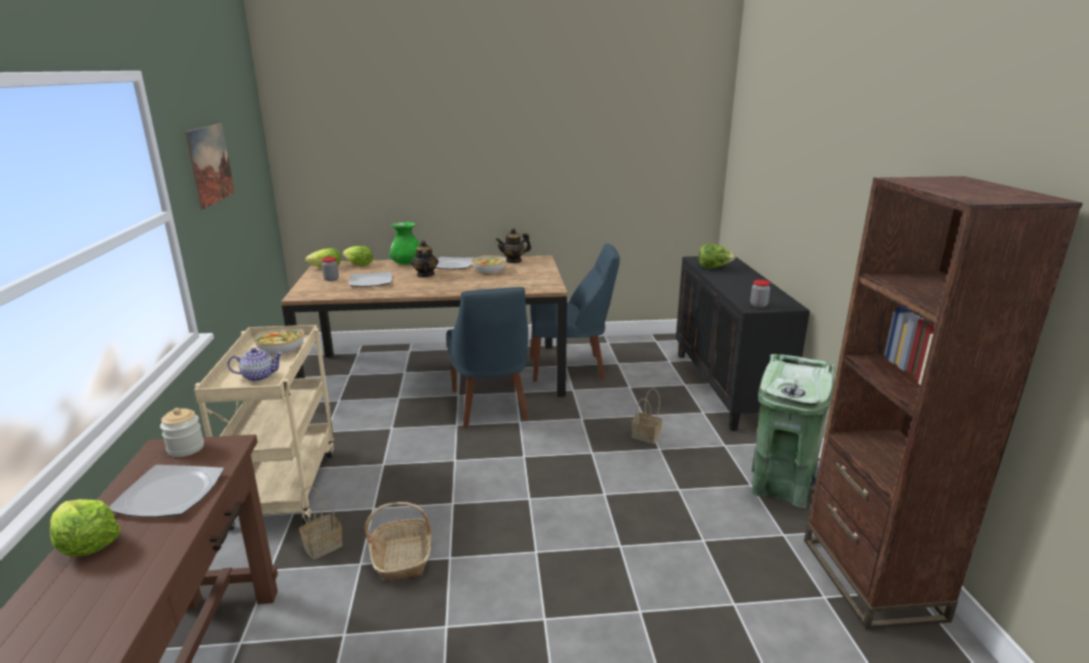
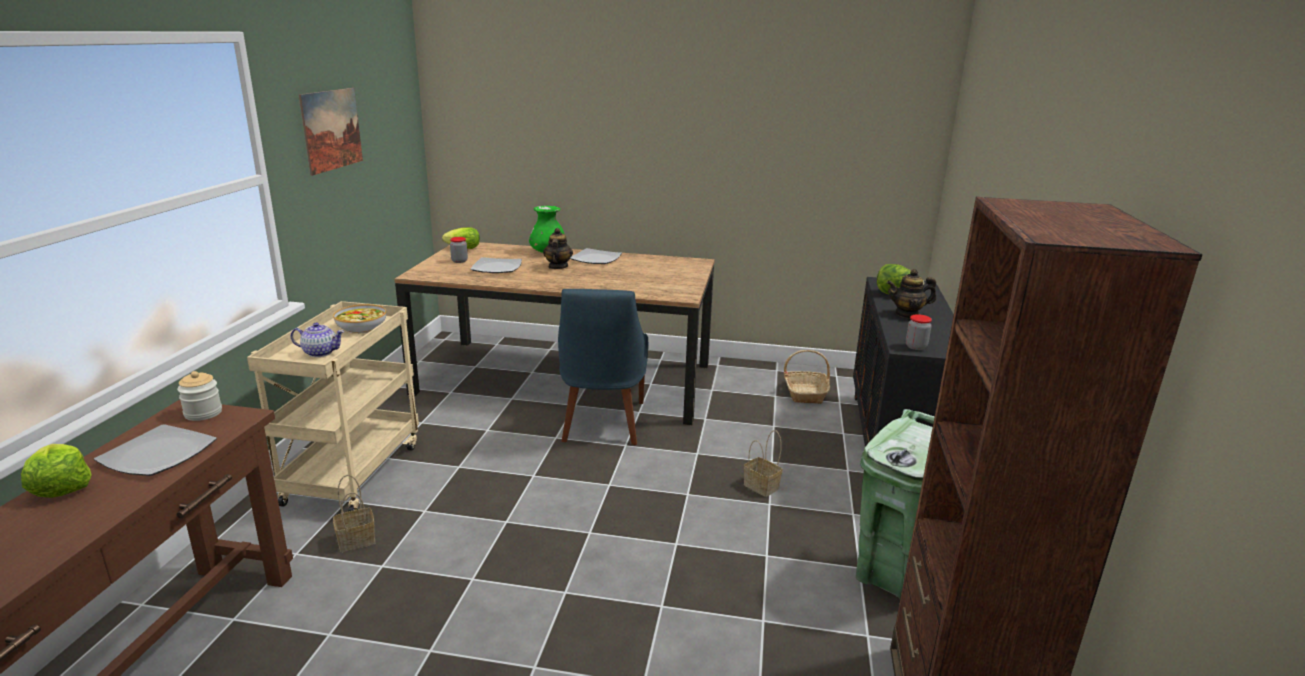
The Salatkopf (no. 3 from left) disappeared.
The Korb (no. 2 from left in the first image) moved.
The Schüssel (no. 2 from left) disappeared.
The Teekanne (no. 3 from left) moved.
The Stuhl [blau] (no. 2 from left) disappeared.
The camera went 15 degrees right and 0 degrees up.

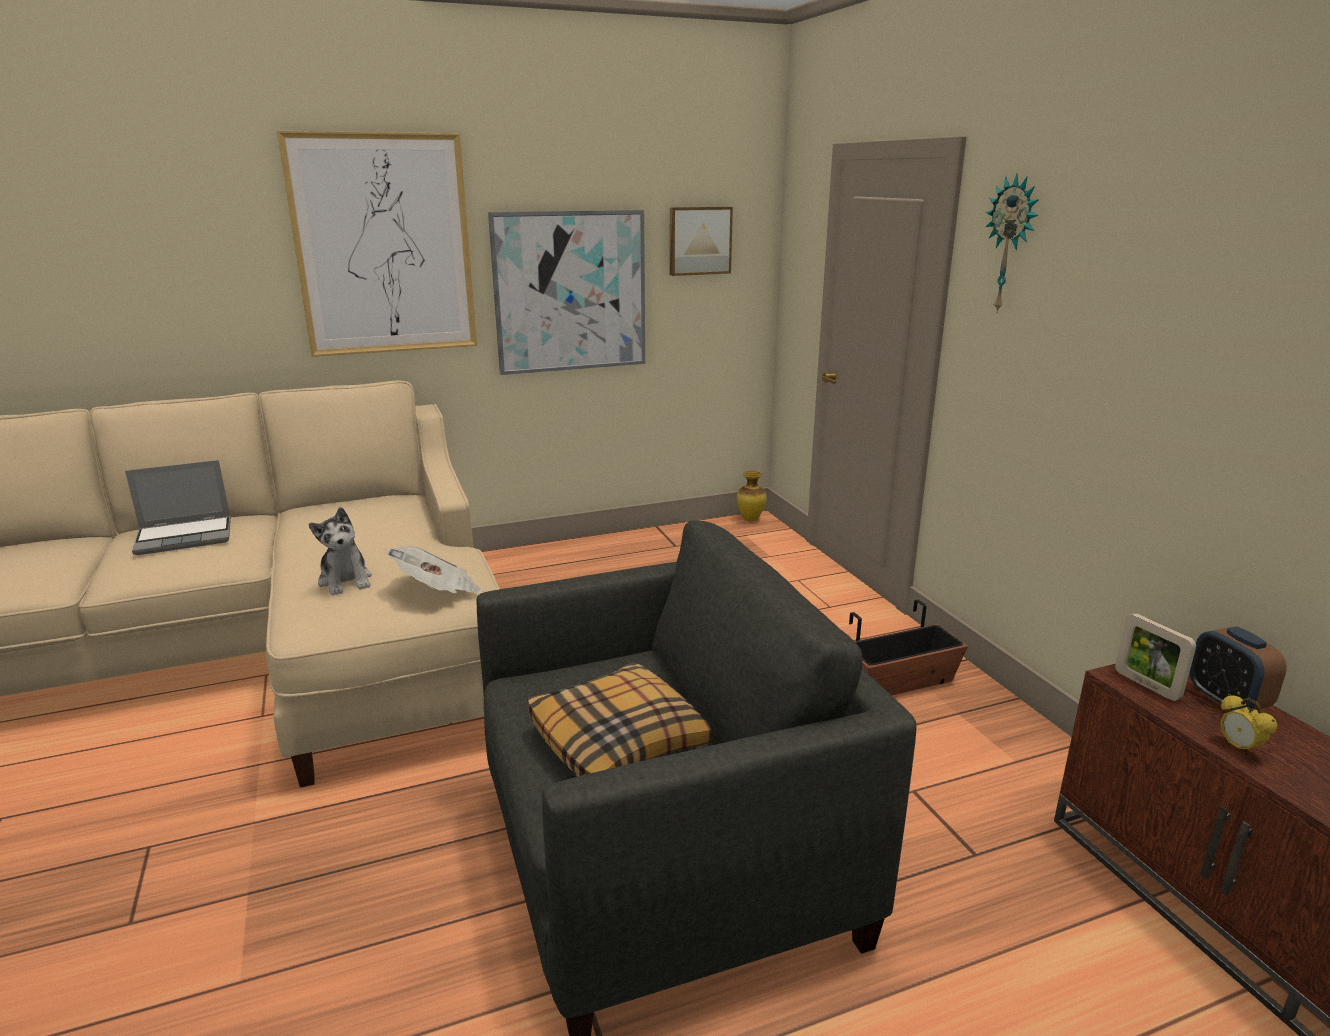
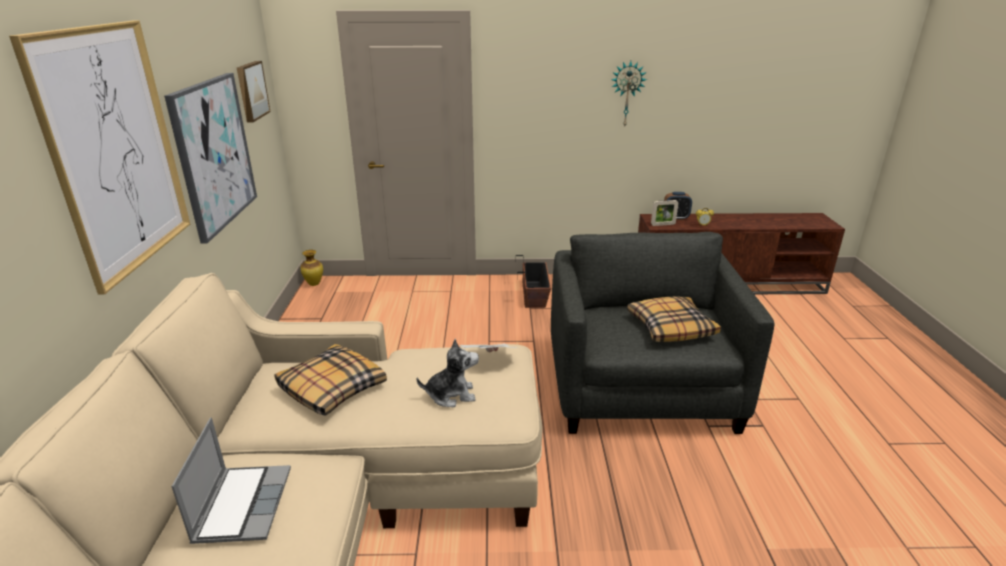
The Wanduhr moved.
The Kissen (no. 1 from left) appeared.
The camera went 70 degrees left and 5 degrees up.

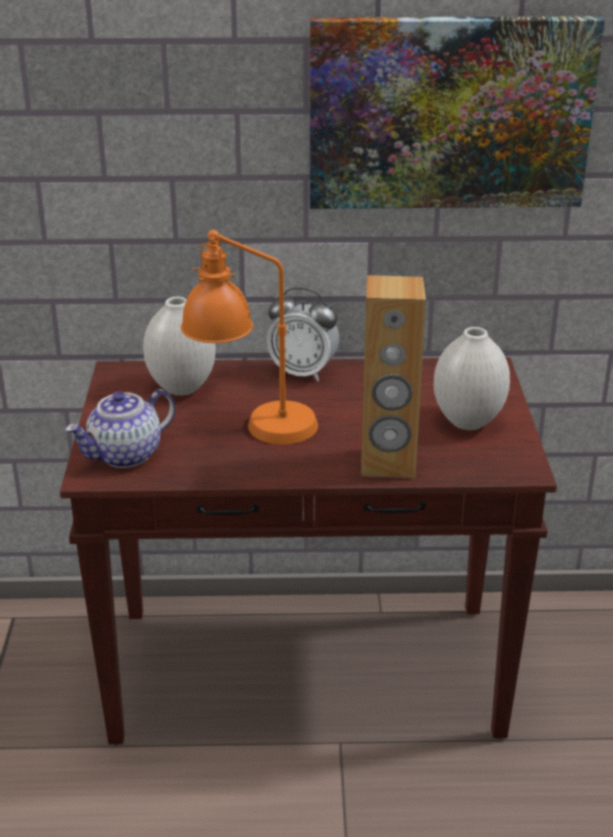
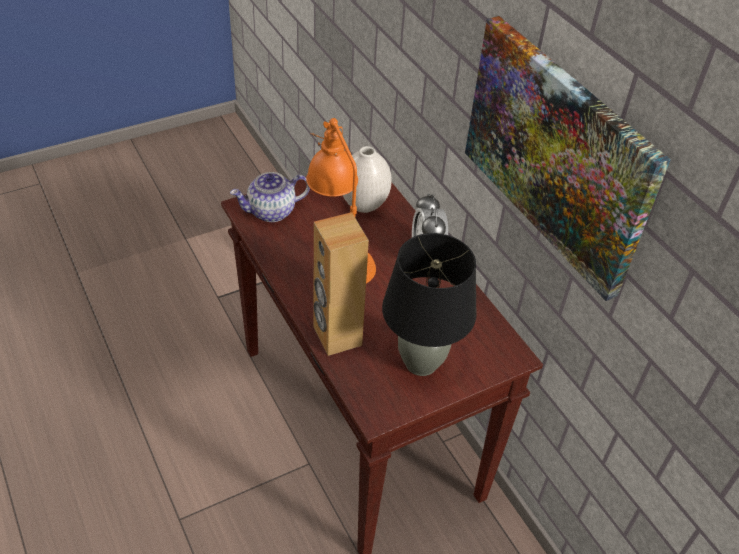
The Teekanne turned 45 degrees counterclockwise.
The Vase [weiß] (no. 2 from left) was replaced by the Tischlampe [schwarz].
The camera went 60 degrees right and 15 degrees up.

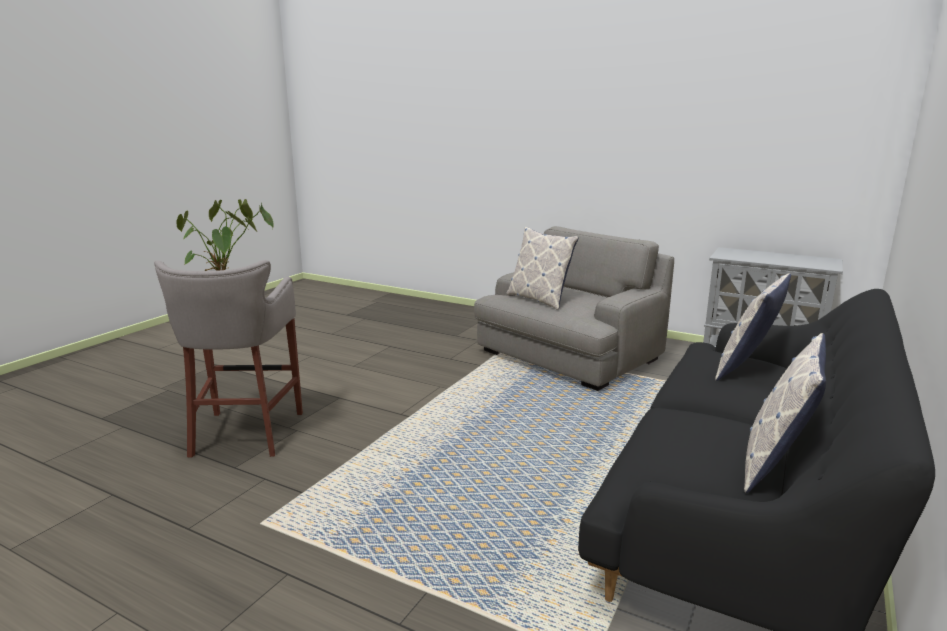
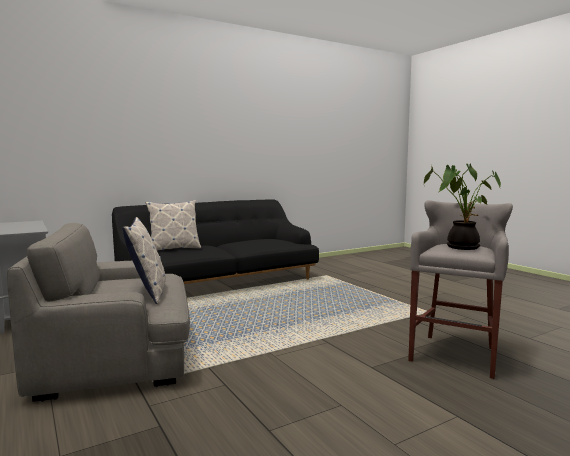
The Kissen (no. 3 from left) disappeared.
The camera went 150 degrees left and 10 degrees down.

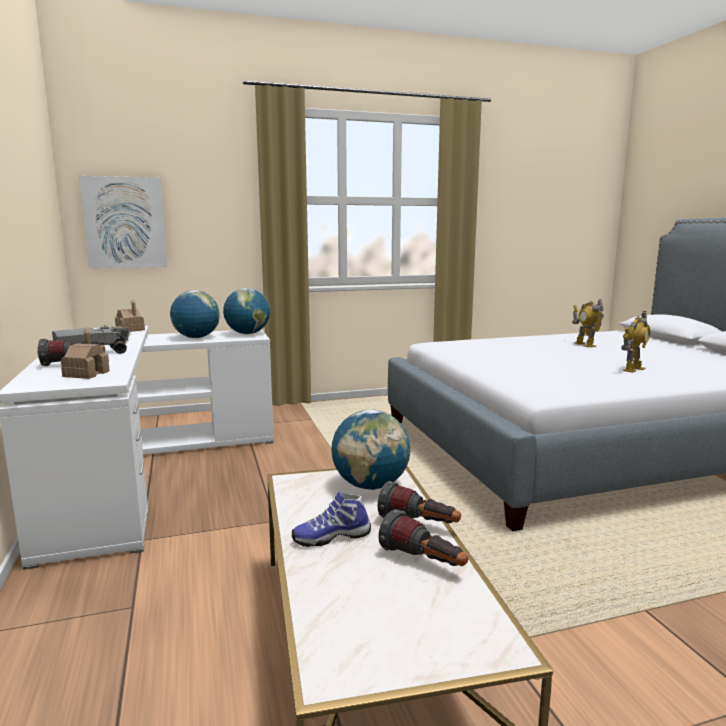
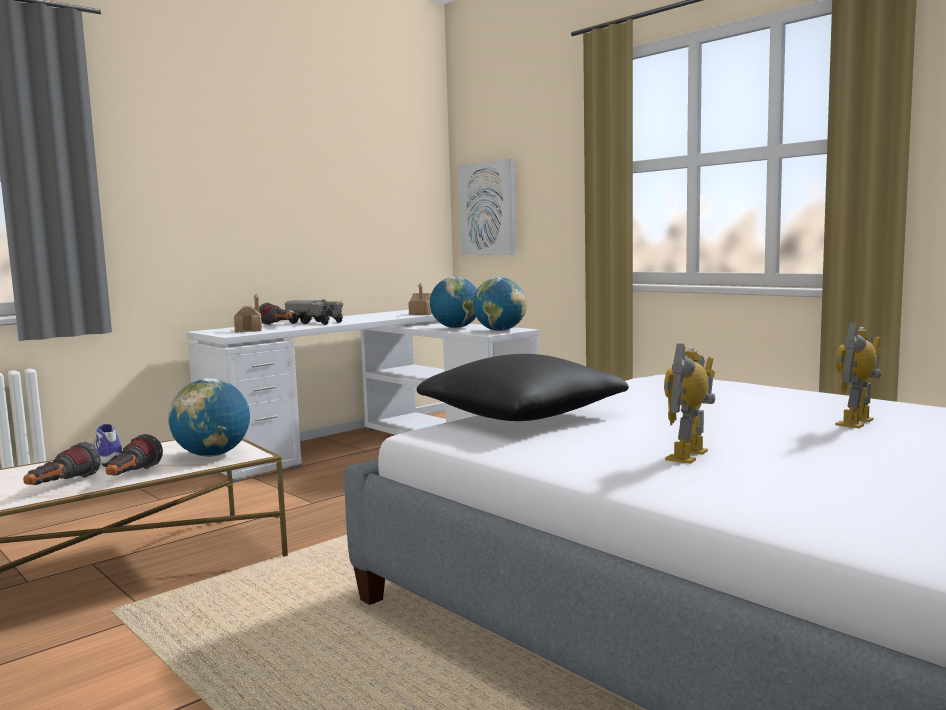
The Spielzeugroboter (no. 2 from left in the first image) turned 105 degrees clockwise.
The Kissen [schwarz] appeared.
The camera went 65 degrees right and 5 degrees down.

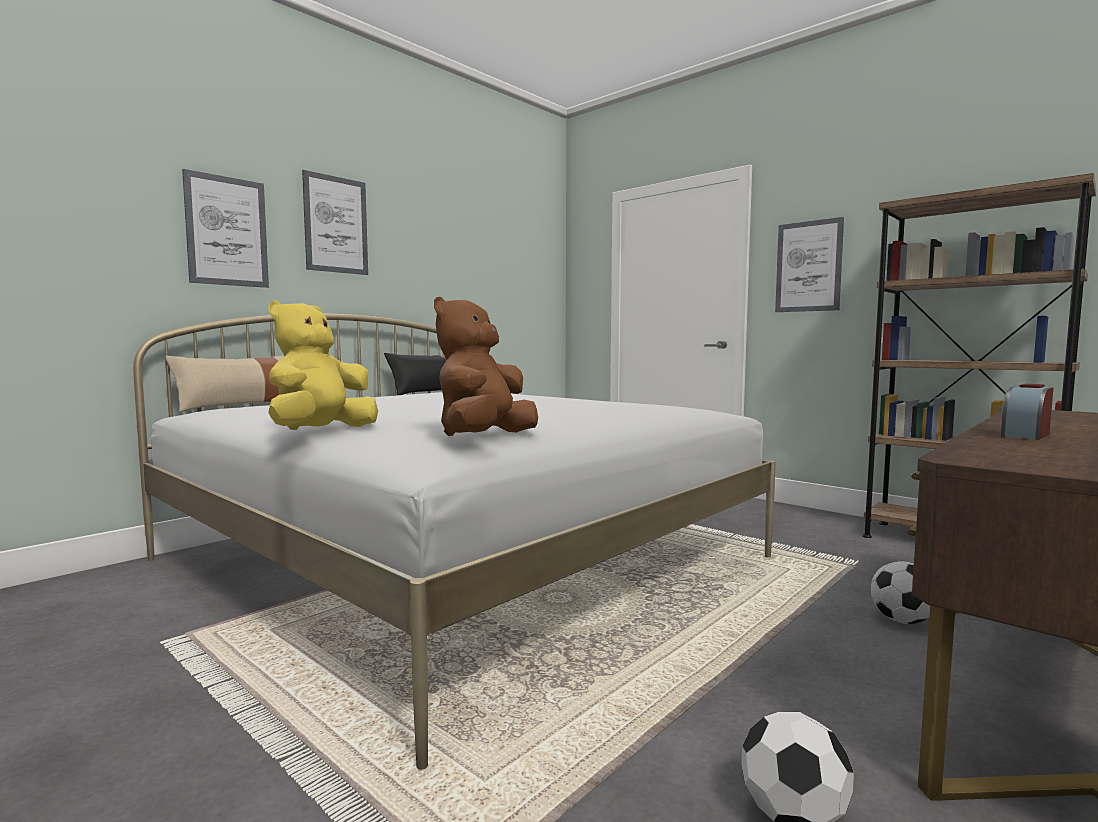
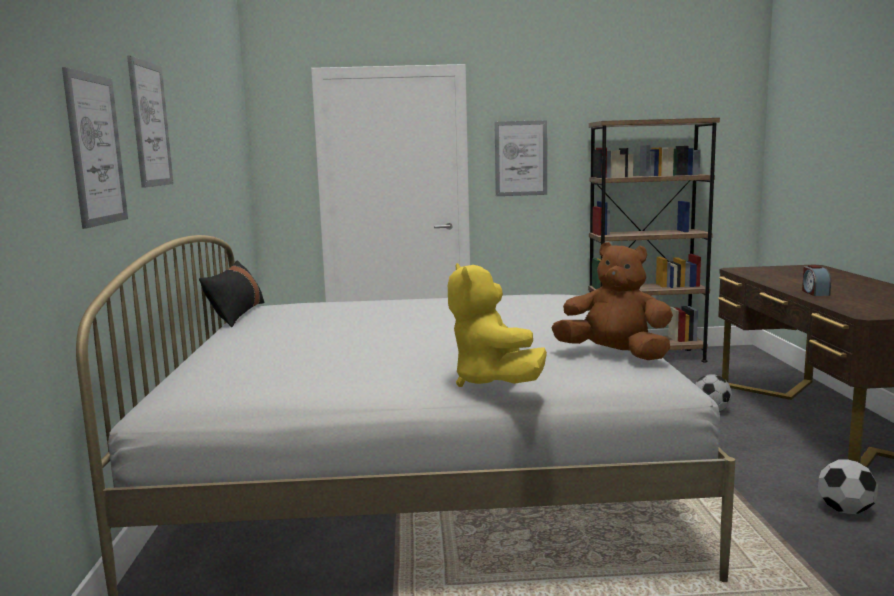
The Kissen [beige] disappeared.
The Plüschtier [braun] turned 135 degrees clockwise.
The camera went 45 degrees left and 5 degrees up.

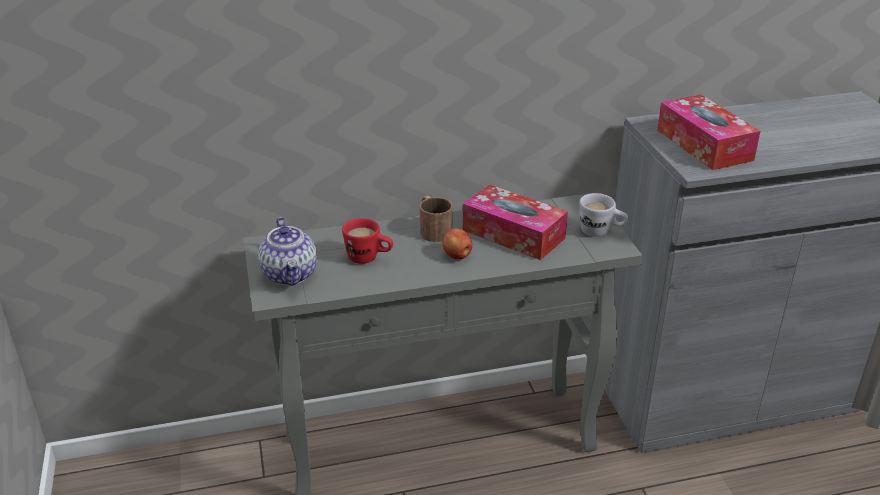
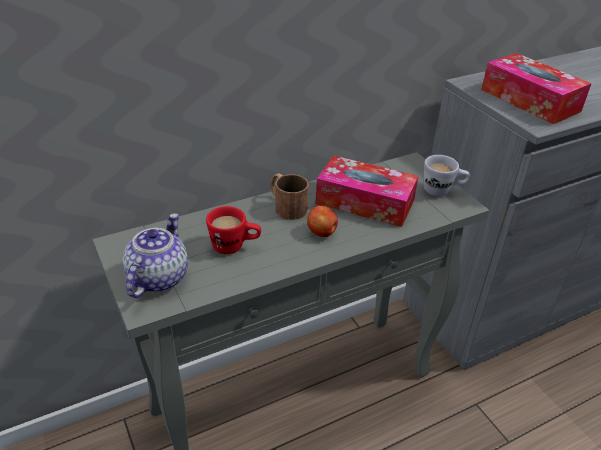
The Teekanne turned 135 degrees counterclockwise.
The camera went 15 degrees left and 5 degrees up.

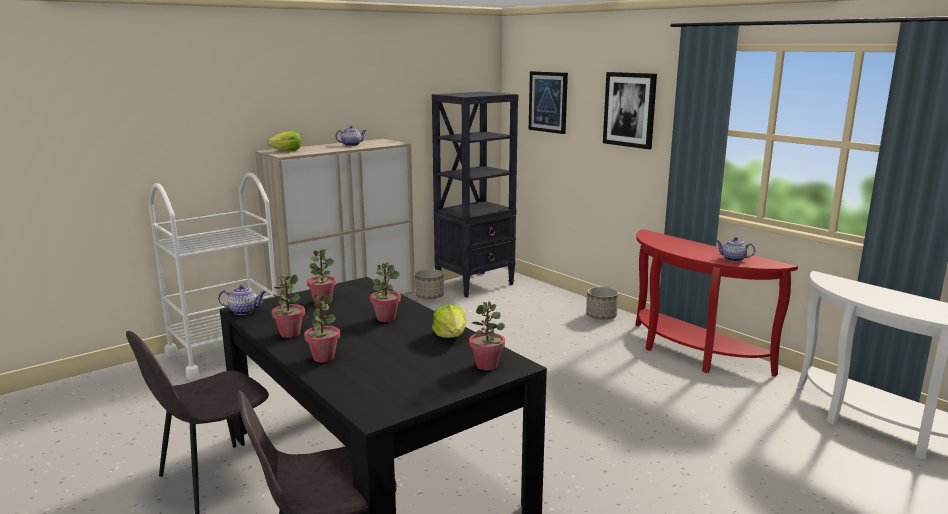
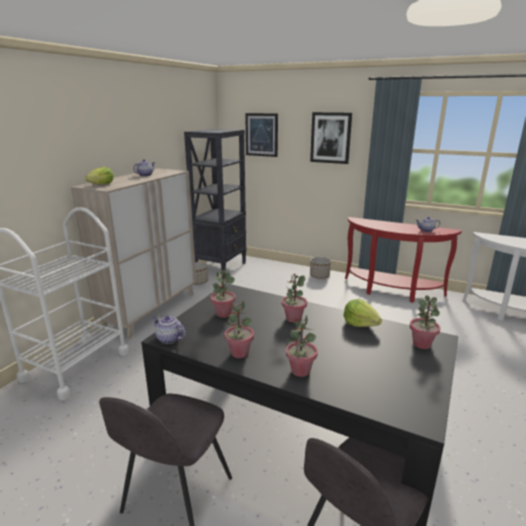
The Teekanne (no. 1 from left in the first image) turned 120 degrees counterclockwise.
The camera went 25 degrees left and 5 degrees up.

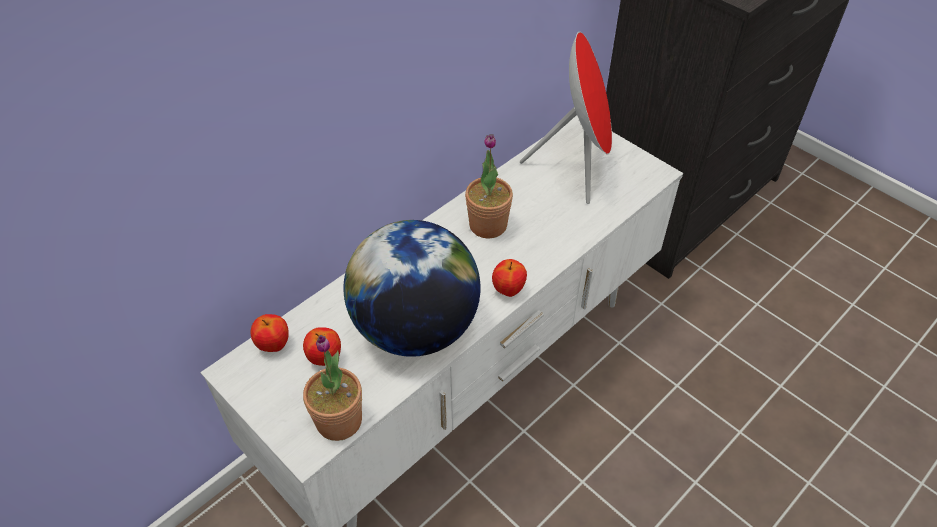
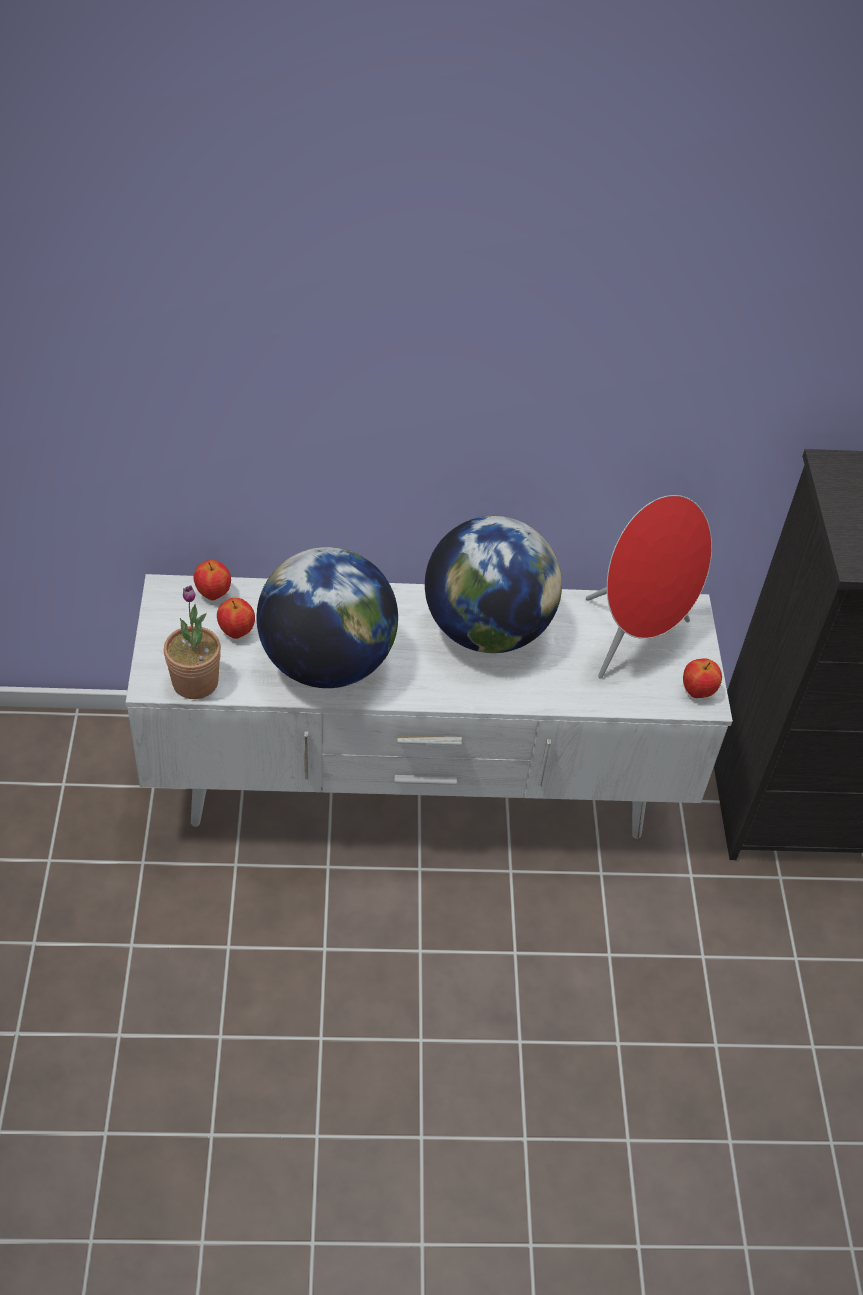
The Topfpflanze (no. 2 from left) was replaced by the Globus (no. 2 from left).
The Apfel (no. 3 from left) moved.
The camera went 40 degrees right and 0 degrees up.

